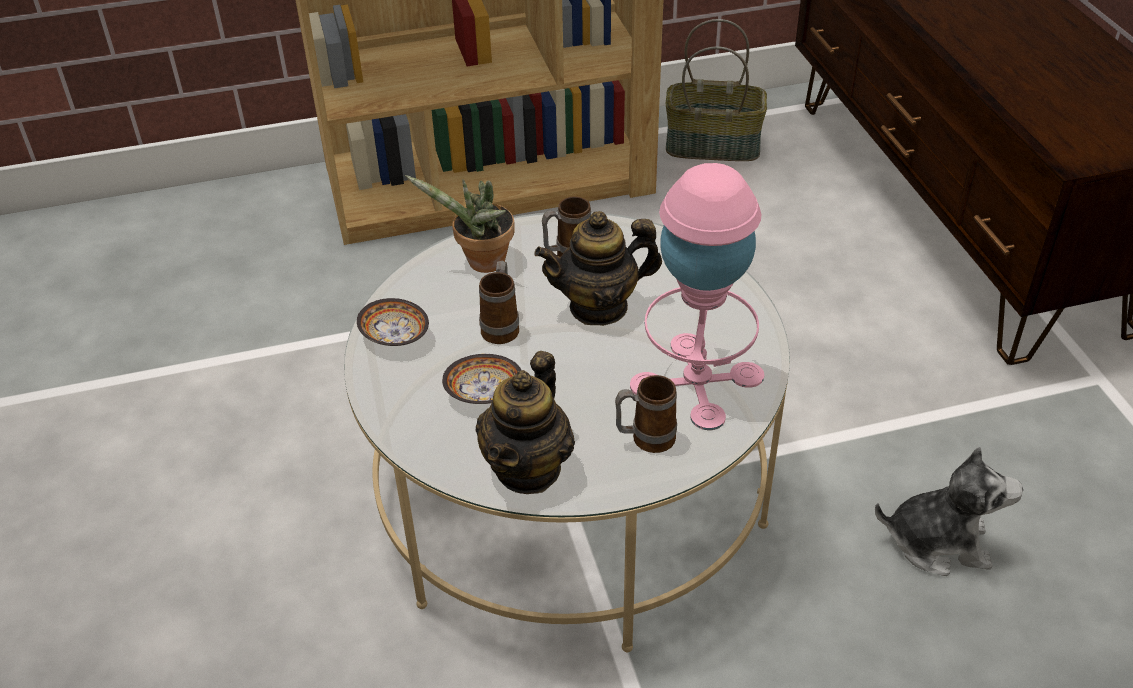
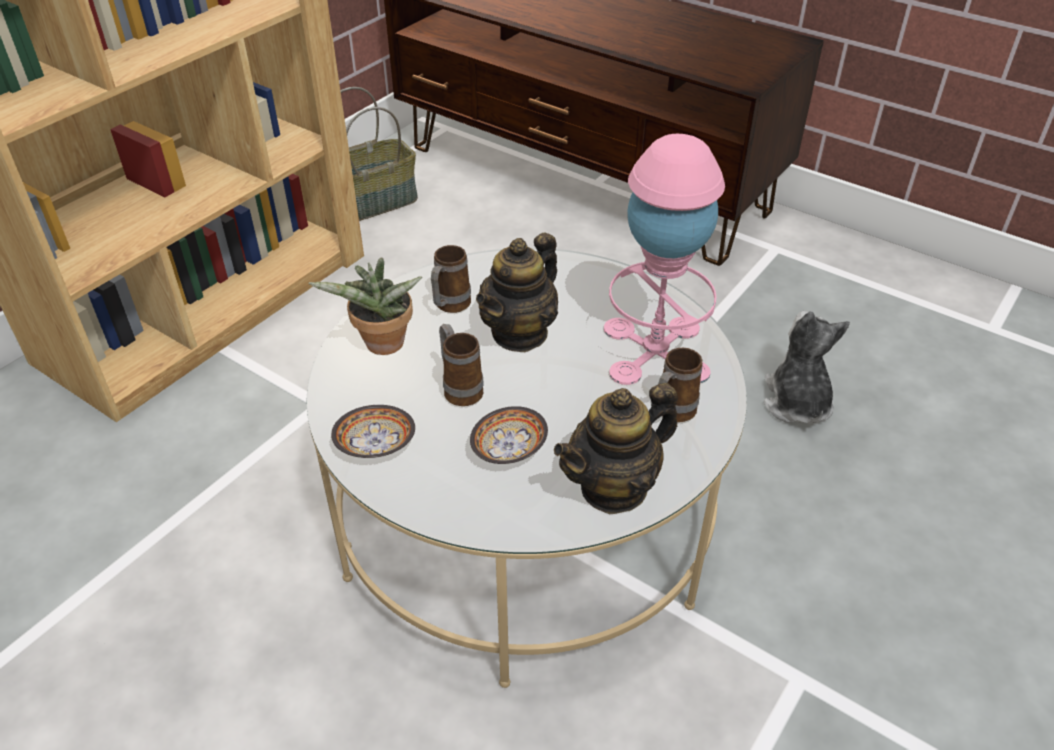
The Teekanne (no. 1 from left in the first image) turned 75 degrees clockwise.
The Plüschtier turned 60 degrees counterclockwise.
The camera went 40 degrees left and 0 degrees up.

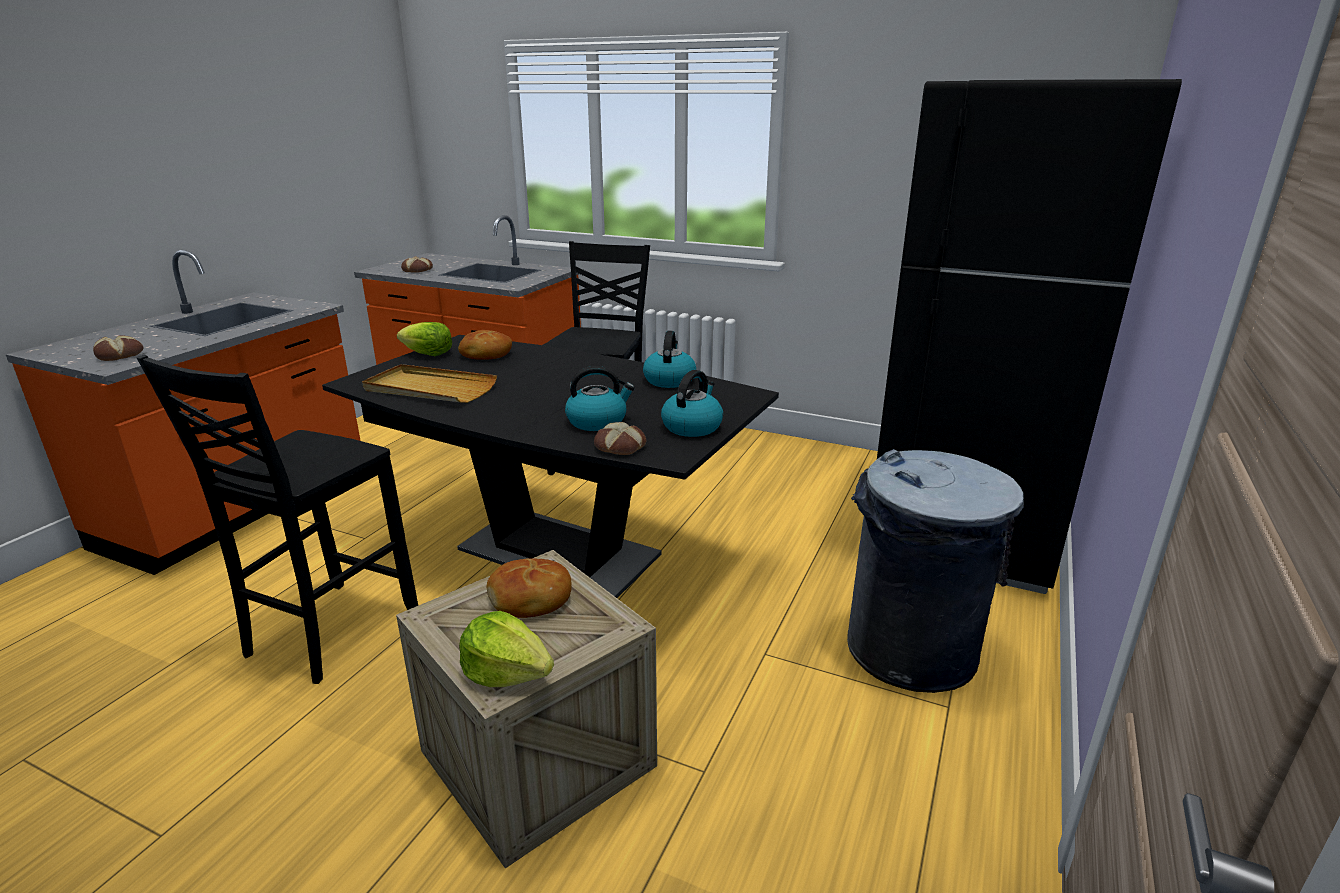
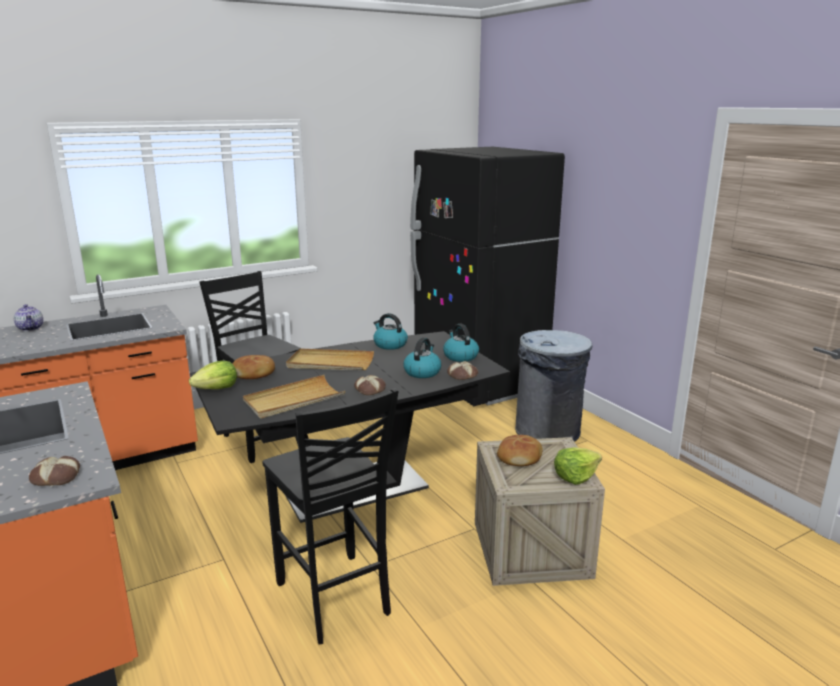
The Brot (no. 2 from left in the first image) moved.
The Teekanne appeared.
The Tablett [beige] (no. 2 from left) appeared.
The camera went 55 degrees left and 5 degrees down.

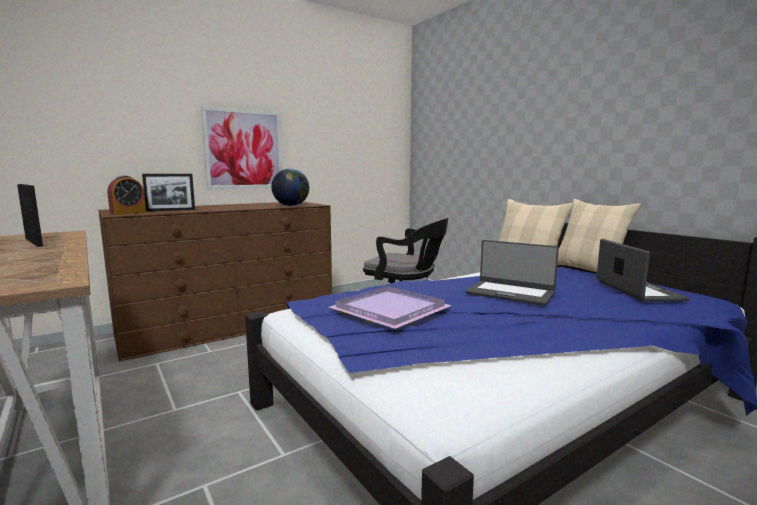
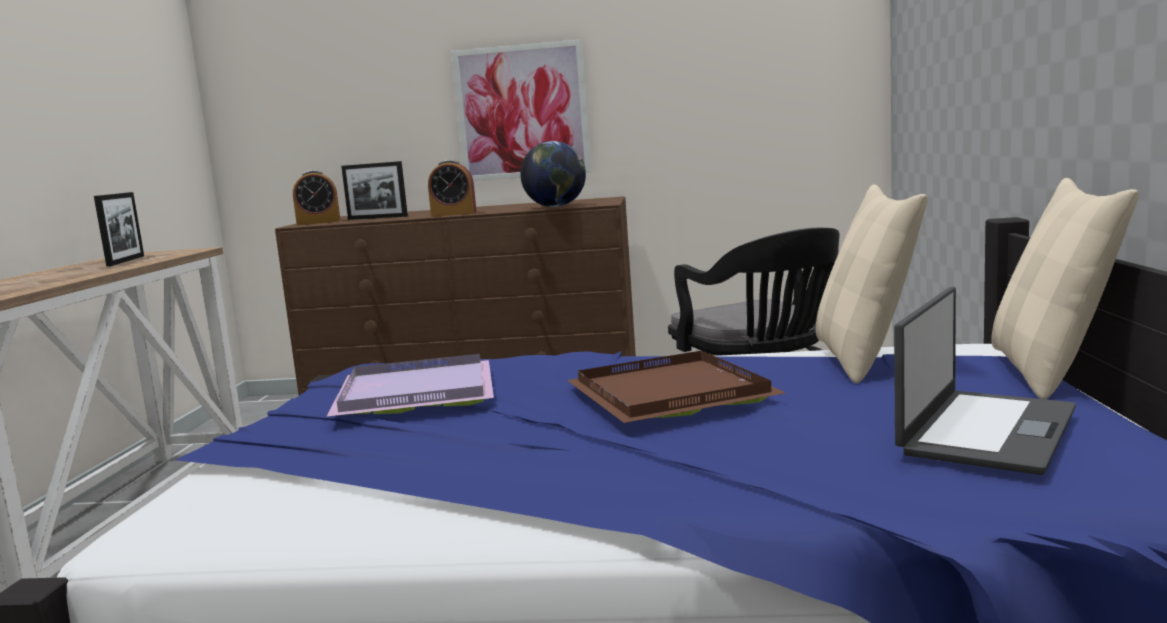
The Laptop (no. 1 from left) was replaced by the Tablett [braun].
The Wecker (no. 2 from left) appeared.
The camera went 40 degrees right and 0 degrees up.

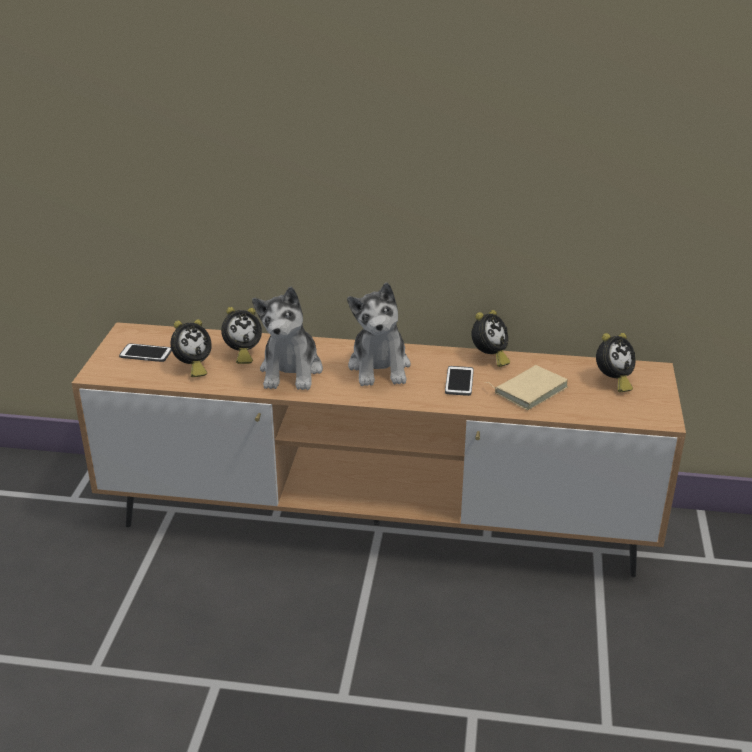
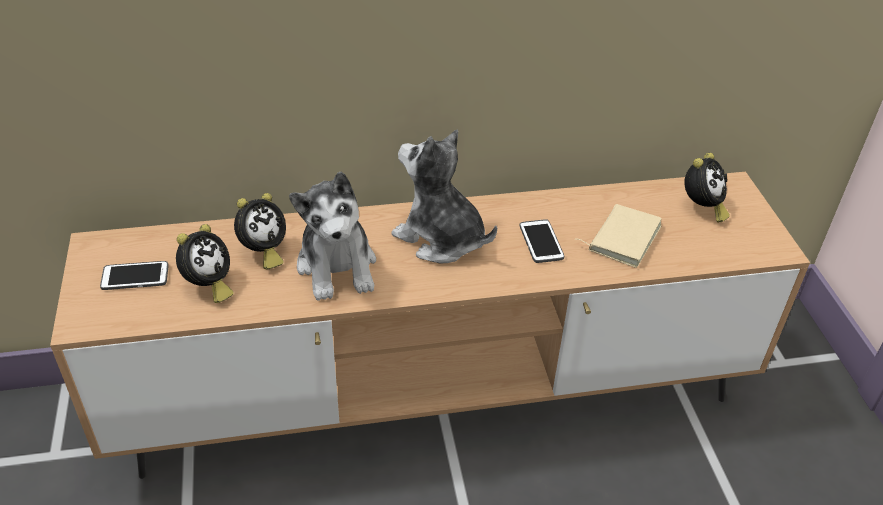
The Plüschtier (no. 2 from left) turned 150 degrees clockwise.
The Wecker (no. 3 from left) disappeared.
The camera went 20 degrees left and 10 degrees up.

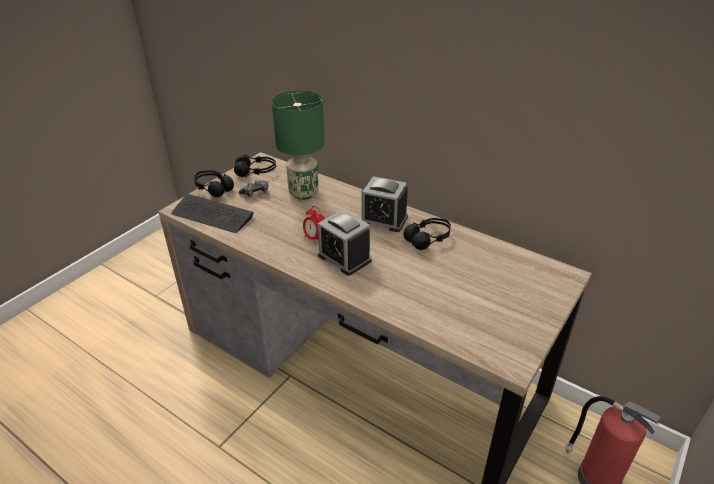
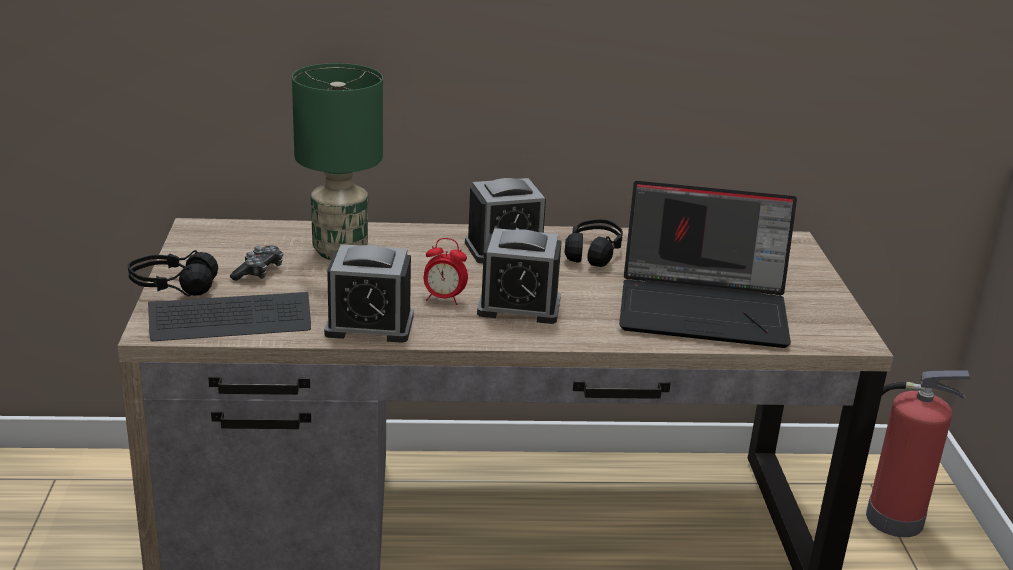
The Kopfhörer [schwarz] (no. 2 from left) disappeared.
The Wecker (no. 1 from left) appeared.
The Laptop appeared.
The camera went 40 degrees left and 10 degrees down.

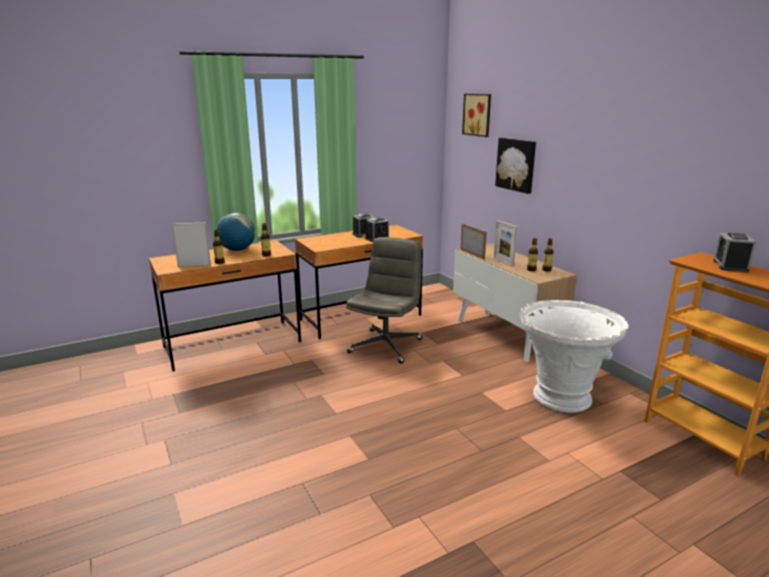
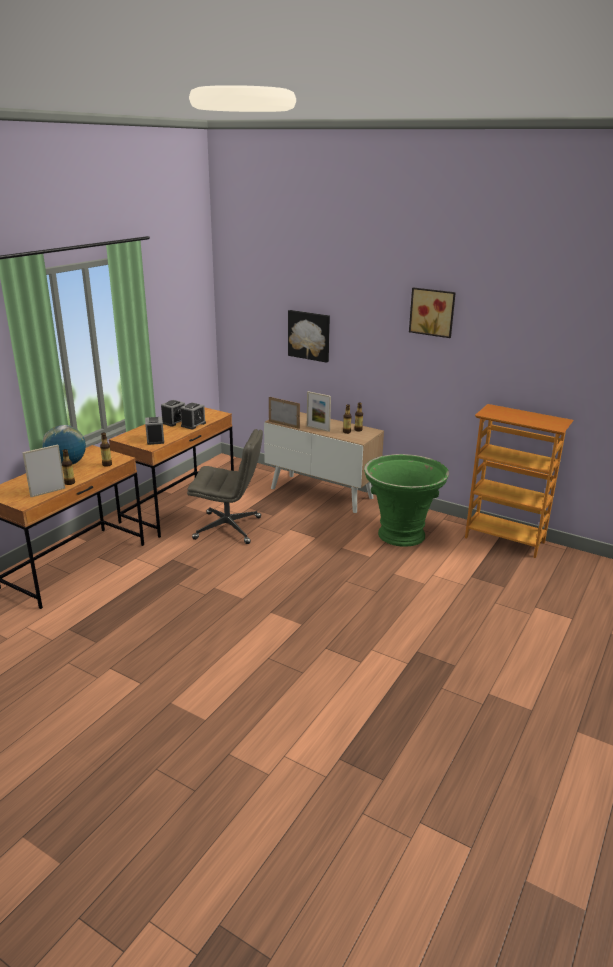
The Bürostuhl [grau] turned 105 degrees clockwise.
The Bild (no. 1 from left in the first image) moved.
The Pflanzkübel [weiß] became the Pflanzkübel [grün].
The Wecker (no. 3 from left in the first image) moved.
The camera went 30 degrees left and 5 degrees up.

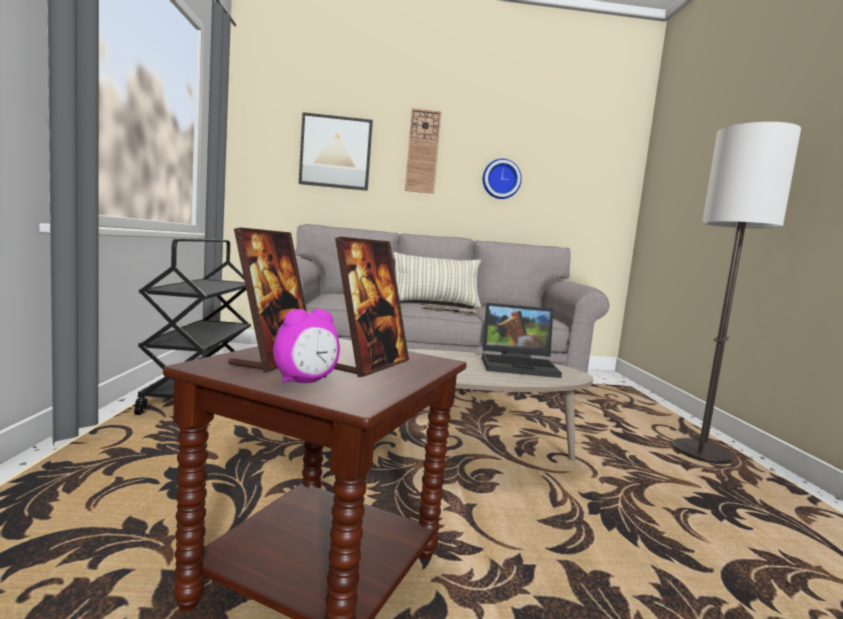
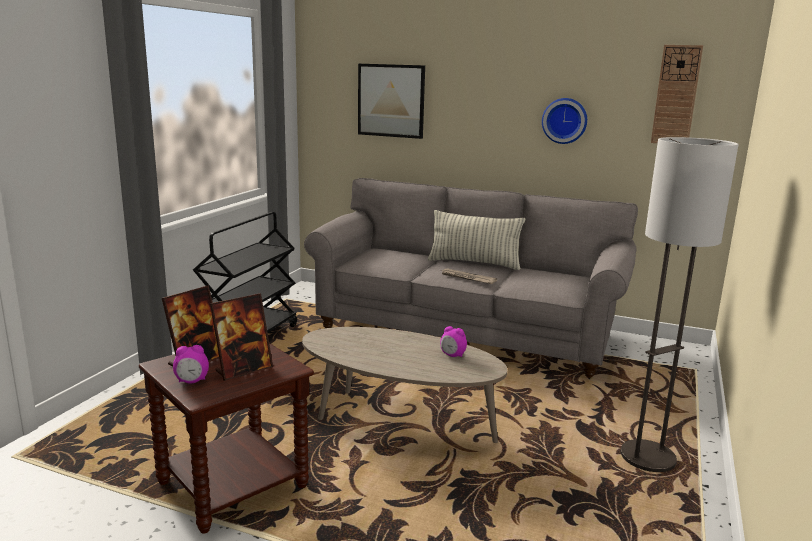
The Wanduhr (no. 1 from left in the first image) moved.
The Laptop was replaced by the Wecker (no. 2 from left).
The camera went 25 degrees right and 10 degrees up.

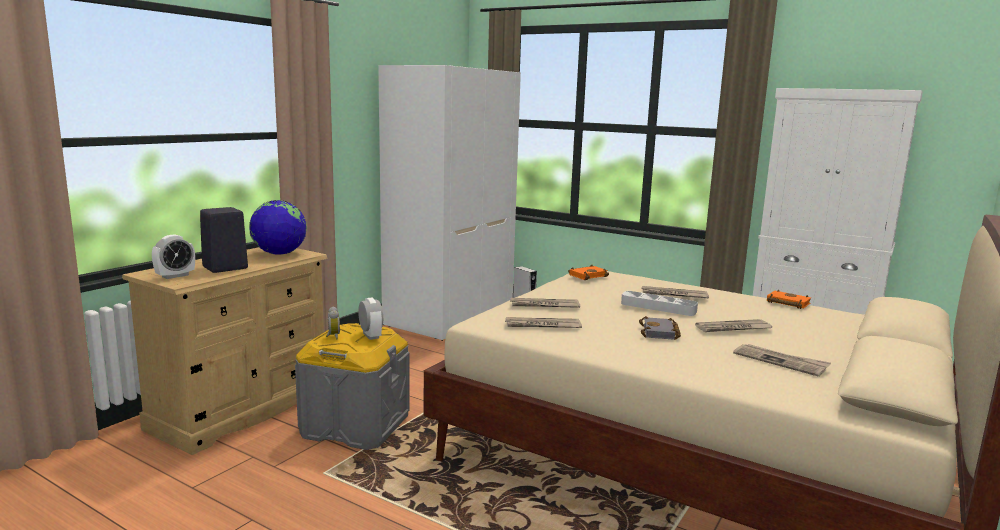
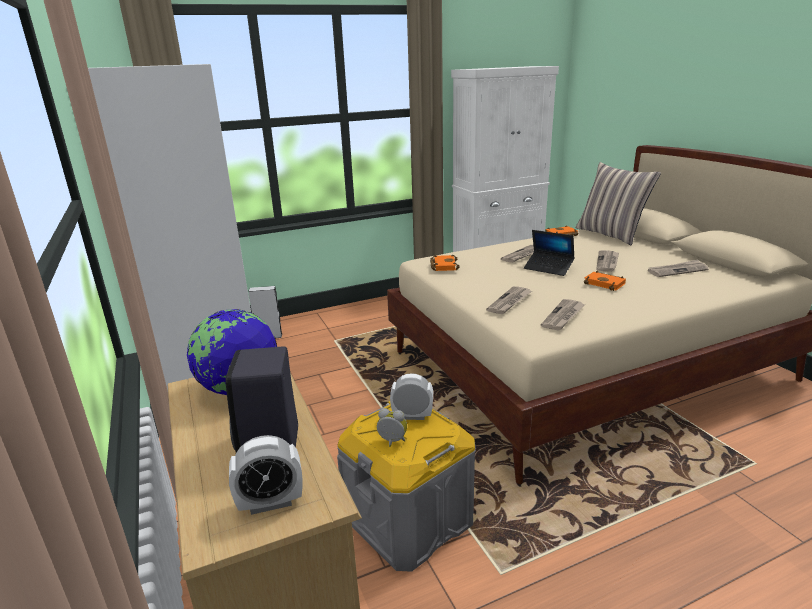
The Wecker (no. 1 from left) turned 90 degrees clockwise.
The Tablett [grau] was replaced by the Laptop.
The Buch [grau] became the Buch [orange] (no. 3 from left).
The Kissen appeared.
The camera went 55 degrees left and 10 degrees up.

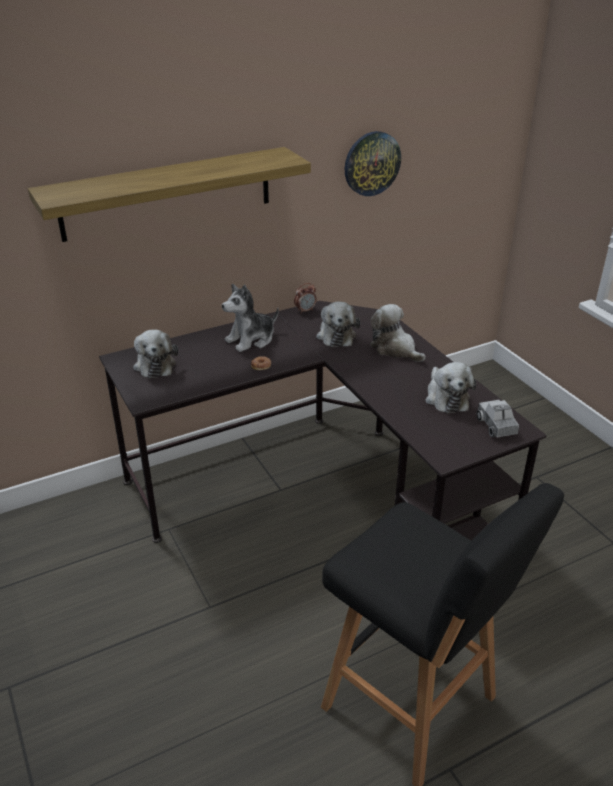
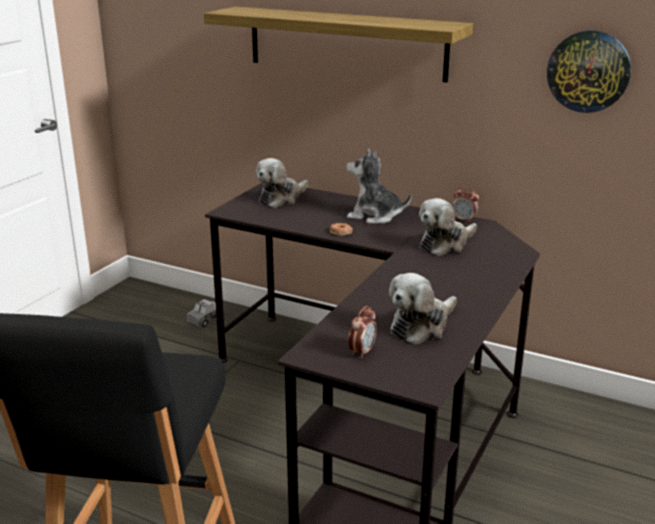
The Plüschtier (no. 4 from left) disappeared.
The Spielzeuglaster moved.
The Wecker (no. 1 from left) appeared.
The camera went 55 degrees right and 10 degrees down.

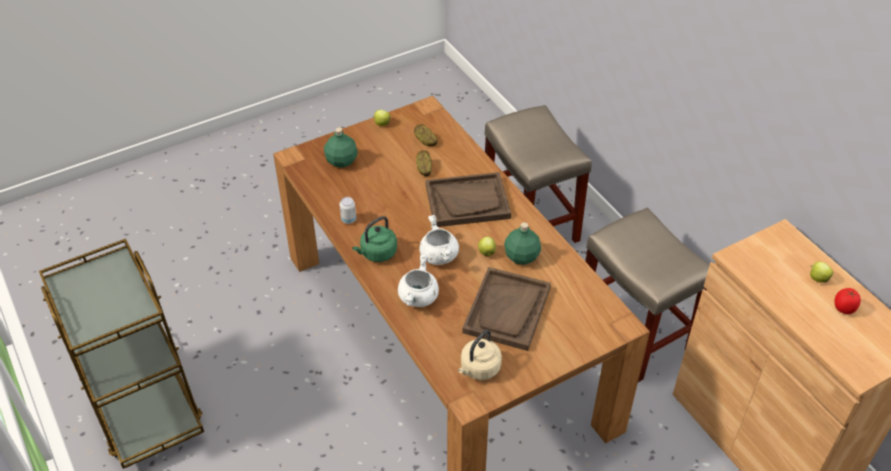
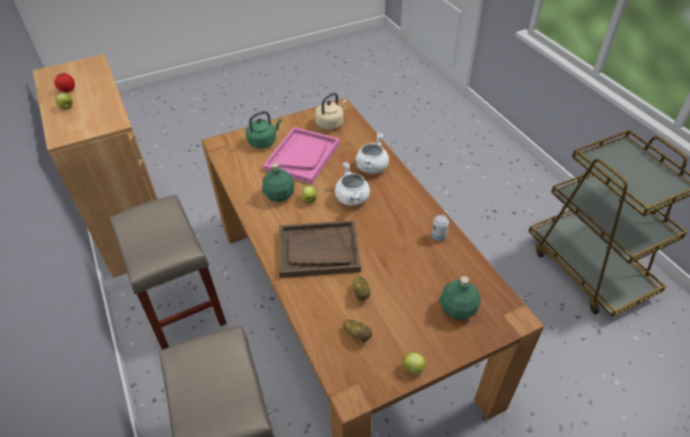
The Wasserkessel [grün] moved.
The Tablett [braun] (no. 2 from left) became the Tablett [rosa].
The camera went 175 degrees left and 0 degrees up.

